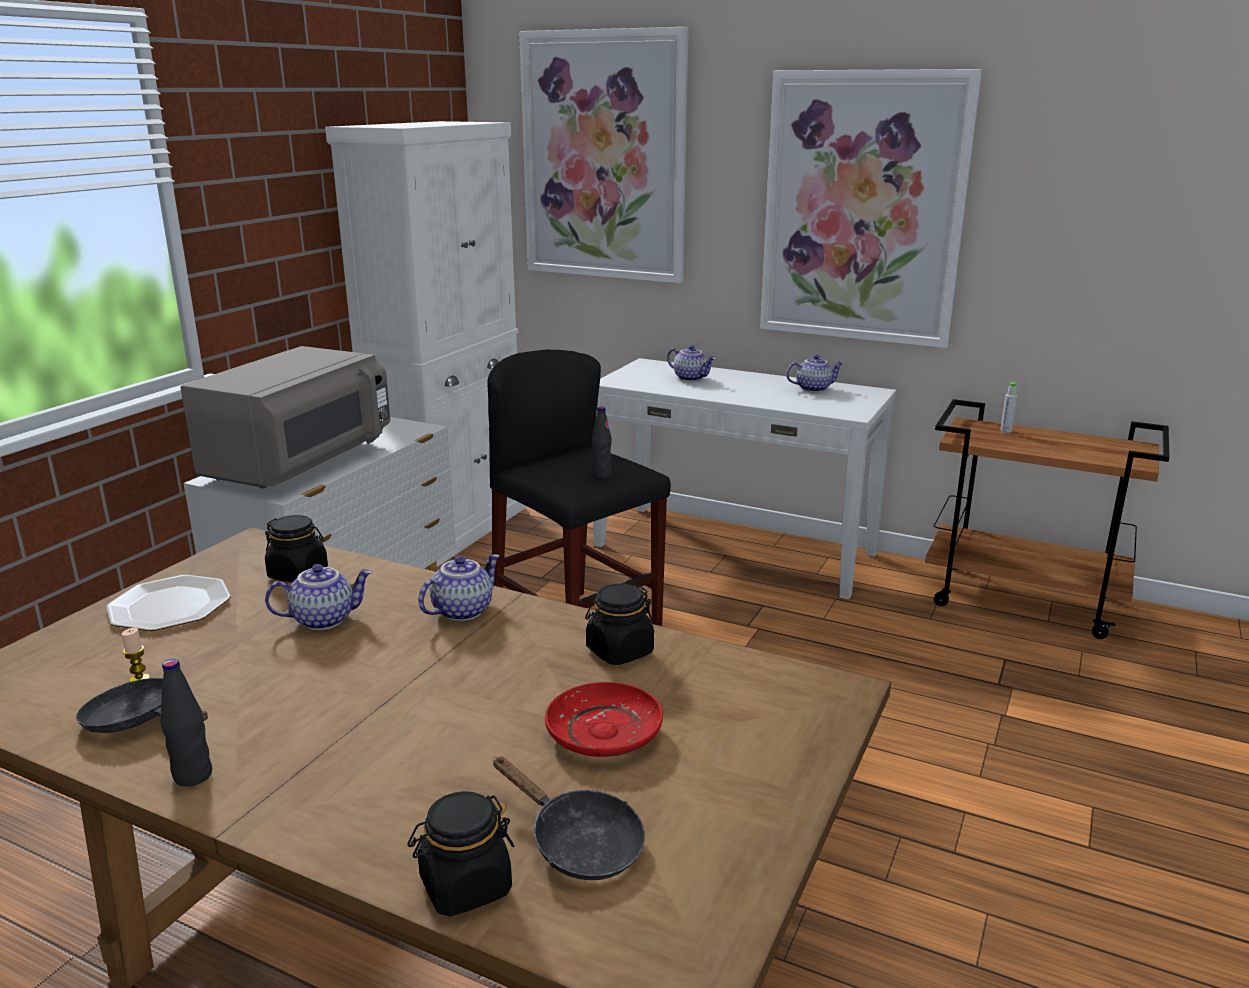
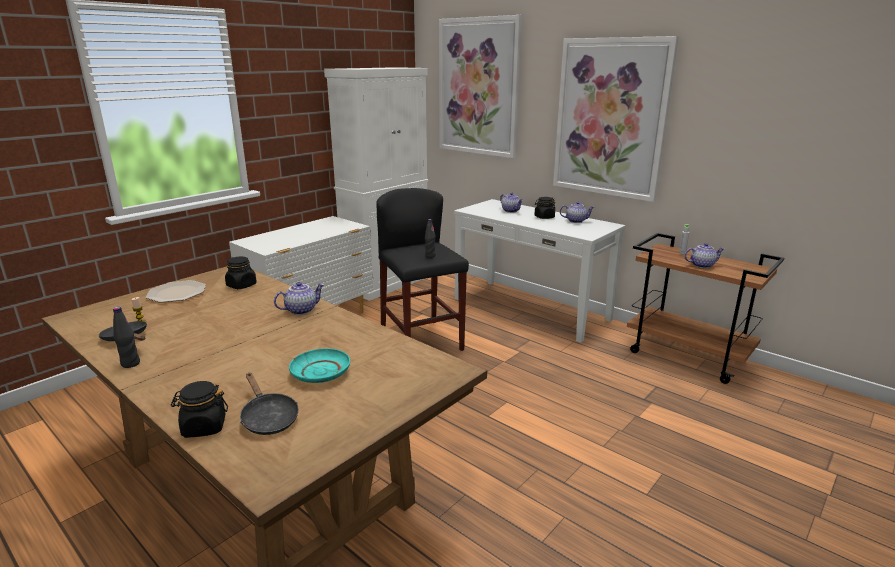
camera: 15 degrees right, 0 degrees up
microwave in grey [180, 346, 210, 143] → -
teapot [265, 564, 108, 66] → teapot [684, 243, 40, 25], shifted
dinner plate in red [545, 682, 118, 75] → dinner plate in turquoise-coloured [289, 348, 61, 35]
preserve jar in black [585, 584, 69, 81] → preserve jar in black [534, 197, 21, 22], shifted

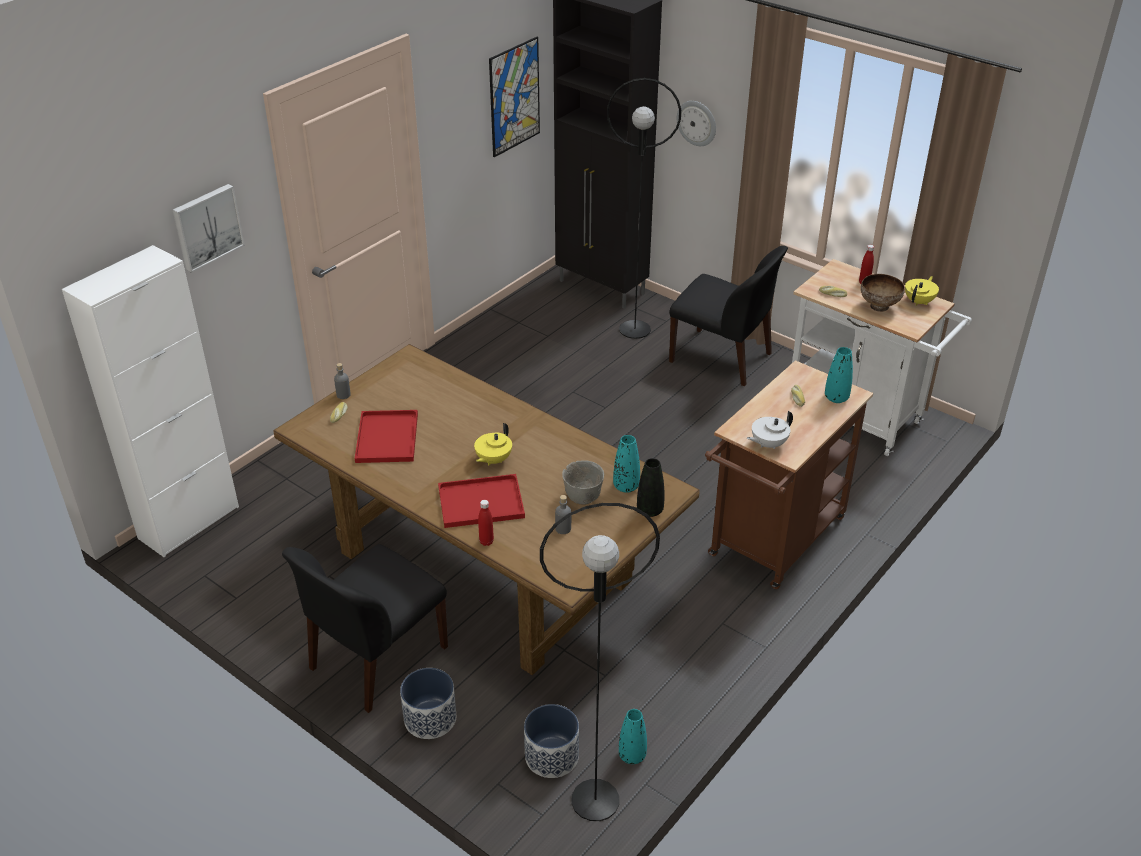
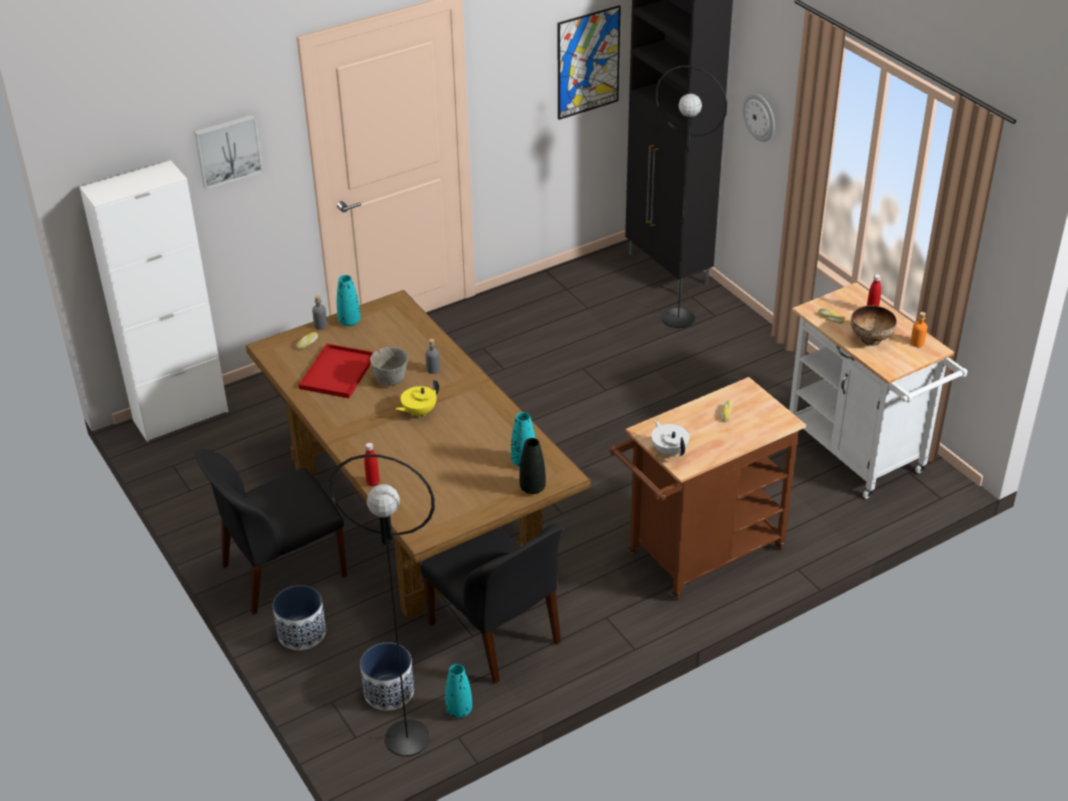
camera: 20 degrees right, 0 degrees up
serving tray in red [438, 474, 87, 54] → -
drink bottle in grey [555, 495, 16, 39] → drink bottle in grey [425, 339, 15, 35], shifted
deep dish in grey [562, 460, 42, 45] → deep dish in grey [370, 347, 38, 39], shifted
upright chair in black [669, 246, 119, 140] → upright chair in black [420, 523, 143, 161], shifted
teapot in white-coloured [747, 411, 46, 38] → teapot in white-coloured [651, 419, 38, 38], 75 degrees clockwise
vase in turquoise-coloured [825, 347, 28, 56] → vase in turquoise-coloured [337, 275, 24, 51], shifted
teapot in yellow-coloured [905, 276, 34, 29] → drink bottle in orange-coloured [910, 312, 17, 35]

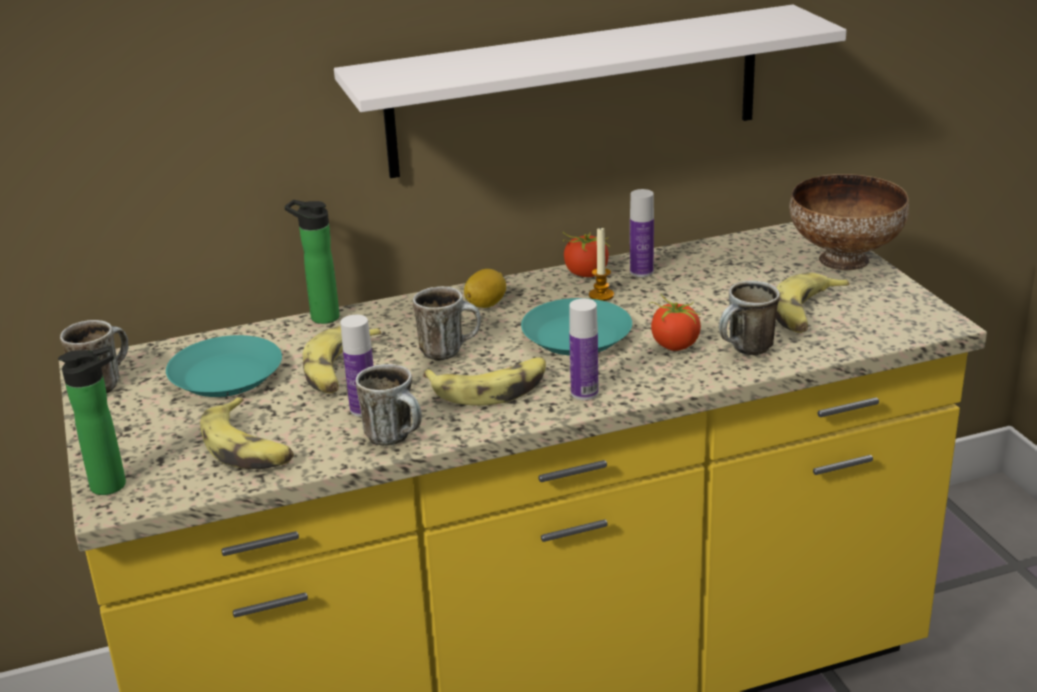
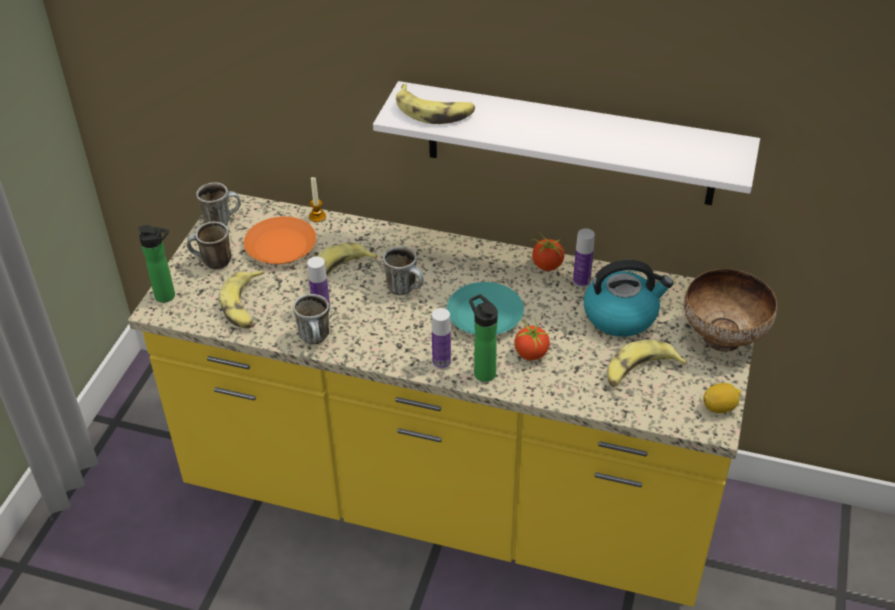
camera: 35 degrees right, 15 degrees up
dinner plate in turquoise-coloured [166, 335, 116, 62] → dinner plate in orange-coloured [244, 216, 72, 48]
drink bottle [285, 200, 55, 124] → drink bottle [469, 294, 29, 88], shifted
banana fruit [423, 357, 123, 49] → banana fruit [396, 84, 79, 40], shifted
lemon [464, 269, 42, 39] → lemon [703, 383, 38, 30], shifted
wax candle [589, 226, 25, 75] → wax candle [309, 177, 17, 45], shifted
tea mug [719, 281, 61, 74] → tea mug [187, 222, 44, 48], shifted
- → water kettle [584, 260, 89, 77]

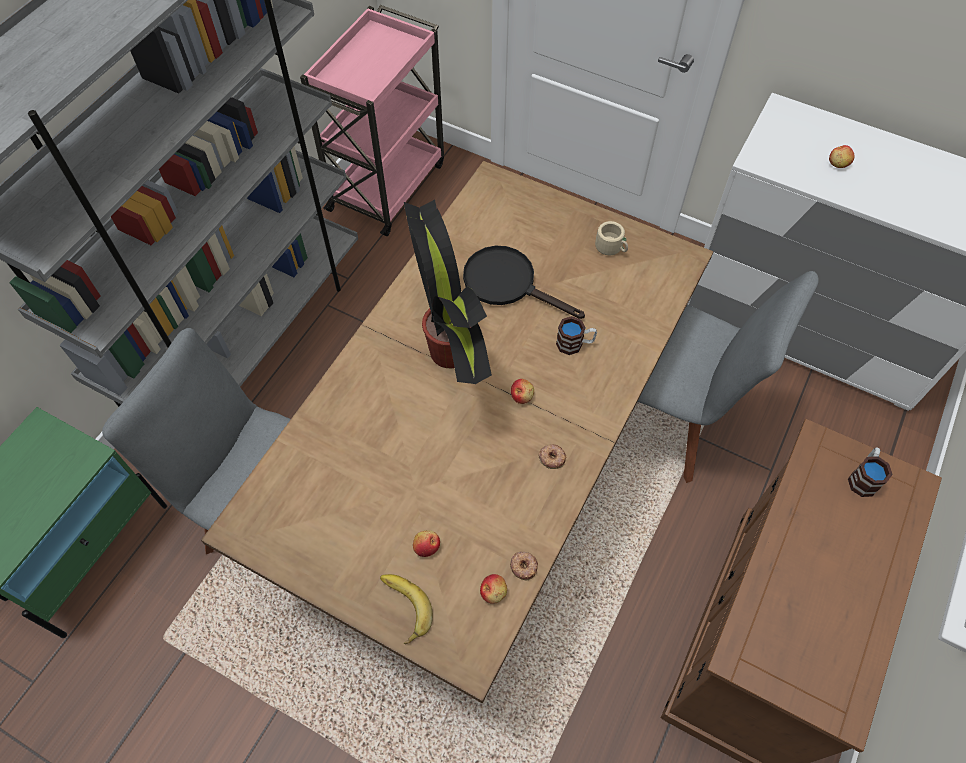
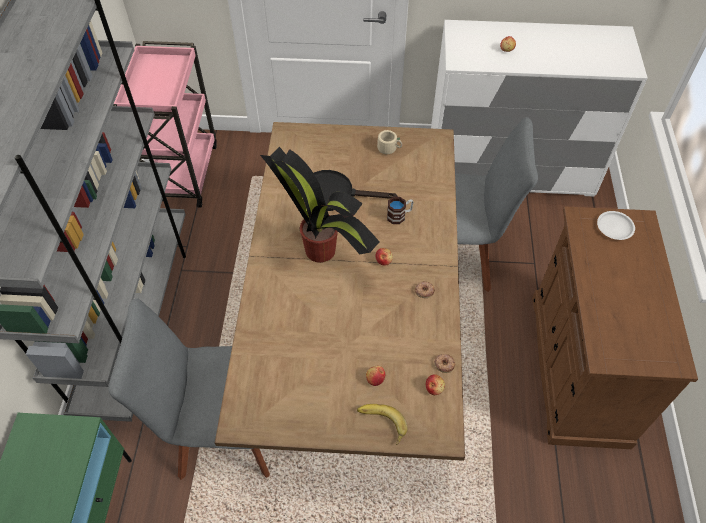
camera: 25 degrees left, 5 degrees down
tea mug [848, 447, 45, 50] → dinner plate in white-coloured [597, 211, 38, 29]

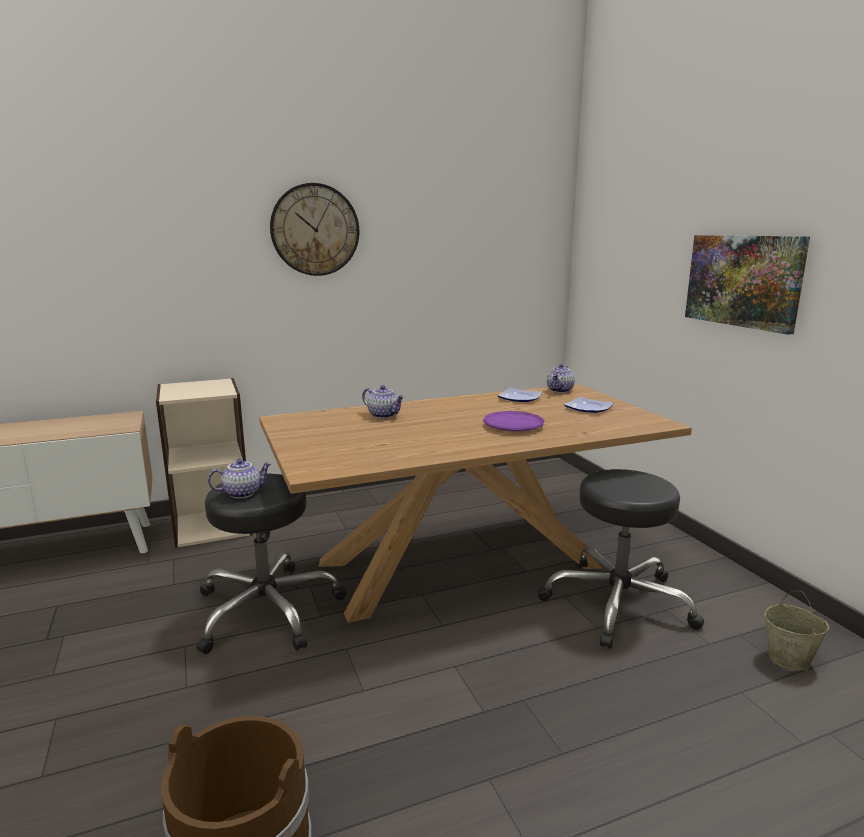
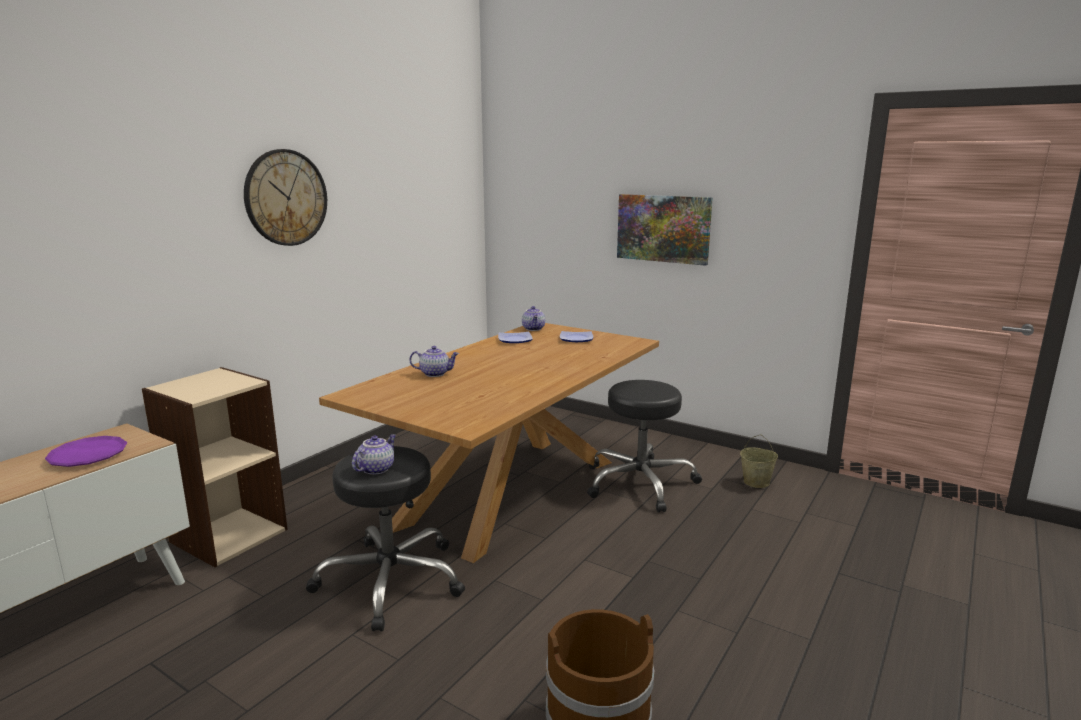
camera: 35 degrees left, 0 degrees up
dinner plate in purple-coloured [483, 411, 62, 21] → dinner plate in purple-coloured [45, 436, 82, 31], shifted

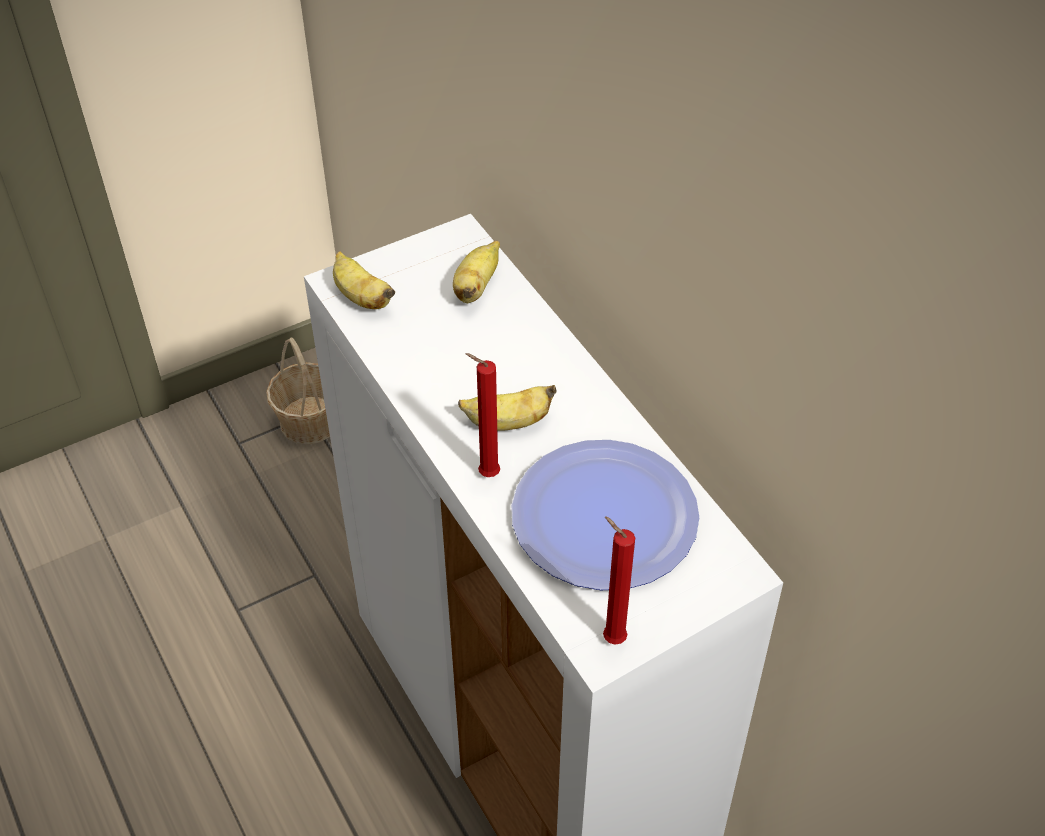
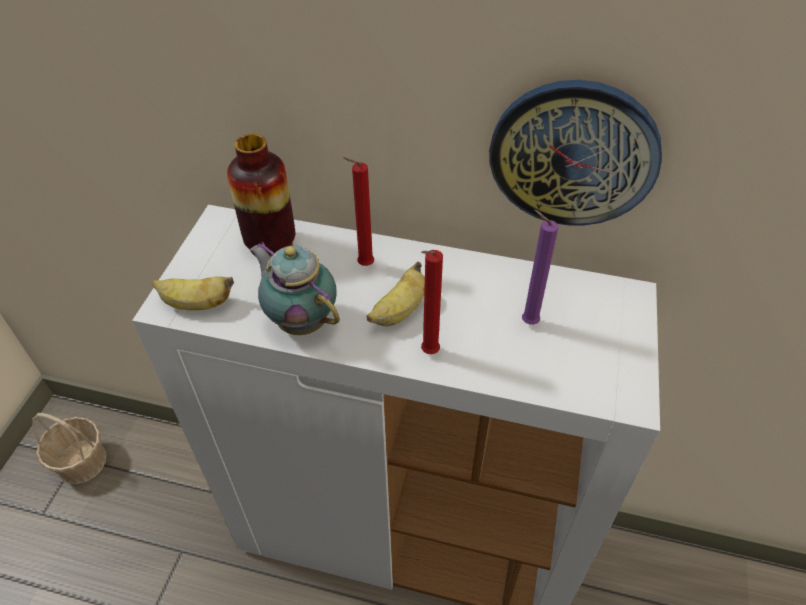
camera: 45 degrees left, 0 degrees up
banana fruit [453, 240, 47, 63] → vase [227, 134, 68, 123]
dinner plate [511, 440, 189, 150] → wax candle in purple-coloured [522, 210, 36, 115]
wax candle in red [603, 516, 32, 129] → wax candle in red [343, 157, 31, 109], shifted
- → teapot [250, 242, 90, 93]
- → clock on the wall [489, 80, 173, 146]

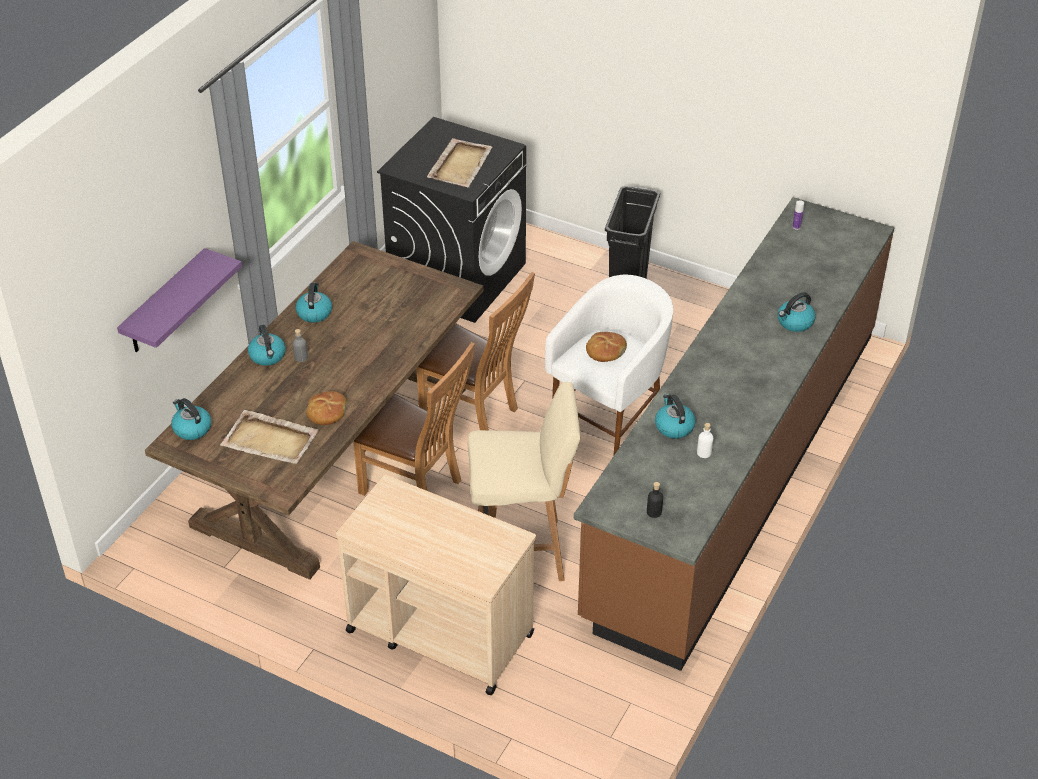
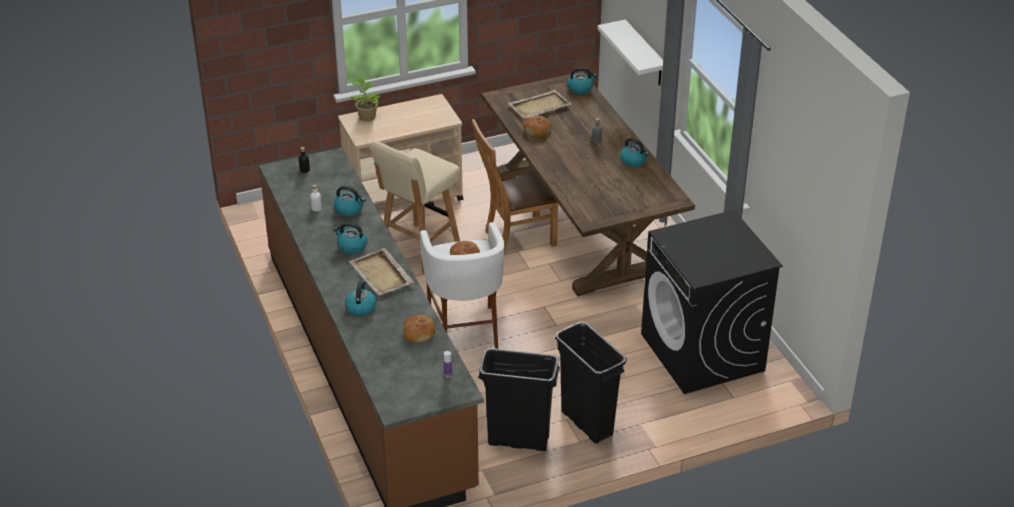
camera: 130 degrees right, 5 degrees down
shelf in purple-coloured [117, 248, 125, 104] → shelf in white-coloured [598, 20, 65, 66]
water kettle [248, 325, 38, 41] → water kettle [334, 222, 33, 31], shifted
upright chair in brownish [416, 272, 119, 158] → -
serving tray in sand-coloured [427, 138, 65, 49] → serving tray in sand-coloured [349, 248, 65, 47], shifted
- → plant in a pot [350, 76, 31, 46]
- → bakery bread [403, 315, 32, 28]
- → waste bin in black [478, 348, 82, 103]

